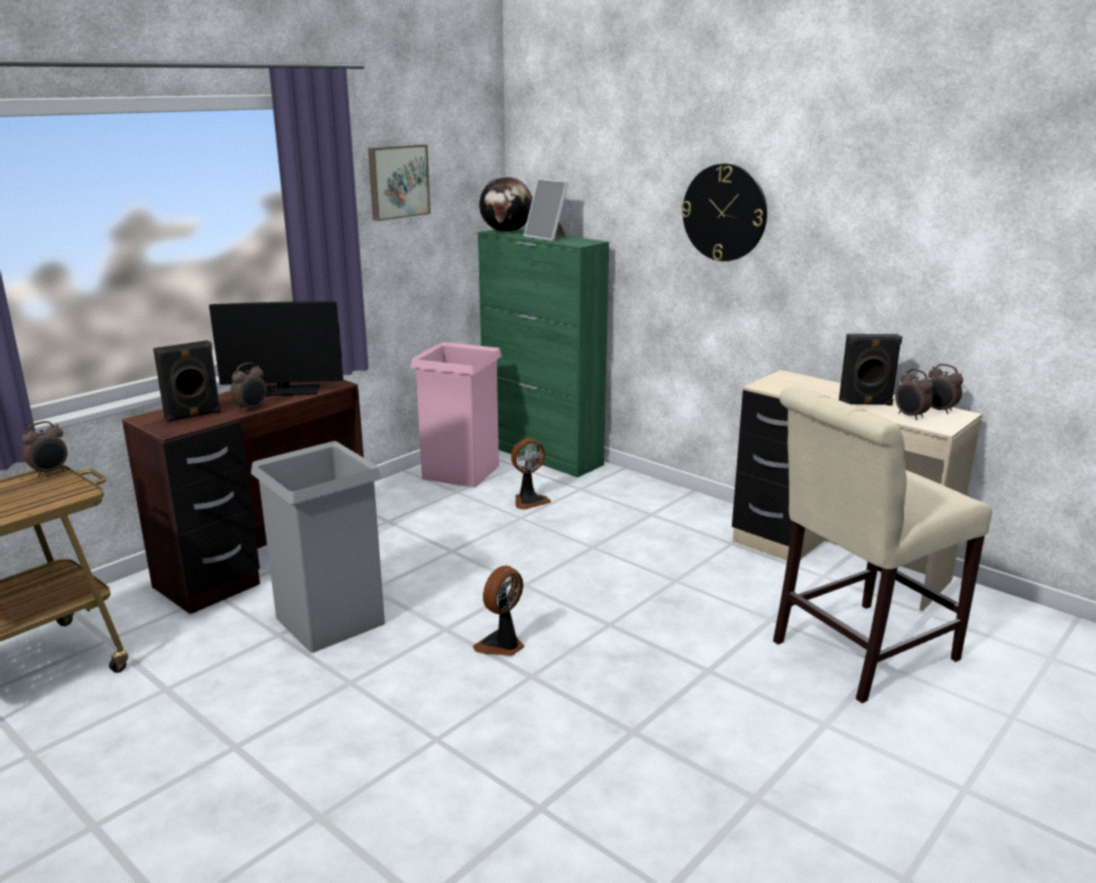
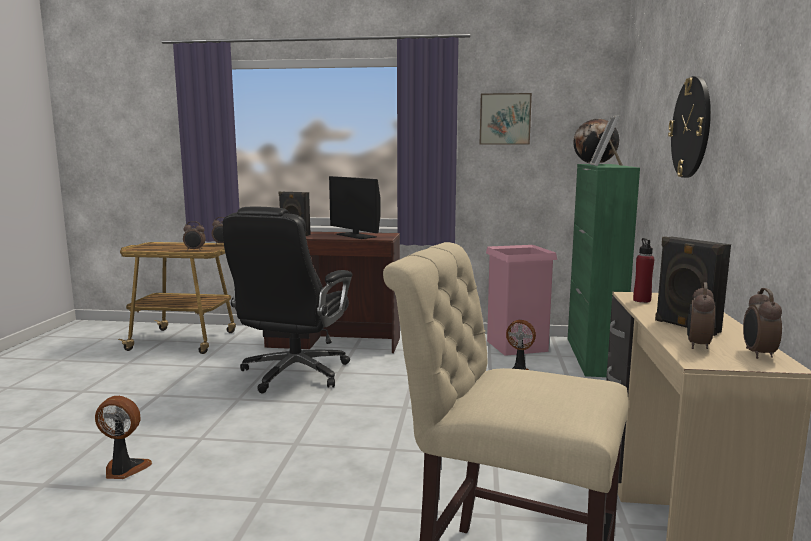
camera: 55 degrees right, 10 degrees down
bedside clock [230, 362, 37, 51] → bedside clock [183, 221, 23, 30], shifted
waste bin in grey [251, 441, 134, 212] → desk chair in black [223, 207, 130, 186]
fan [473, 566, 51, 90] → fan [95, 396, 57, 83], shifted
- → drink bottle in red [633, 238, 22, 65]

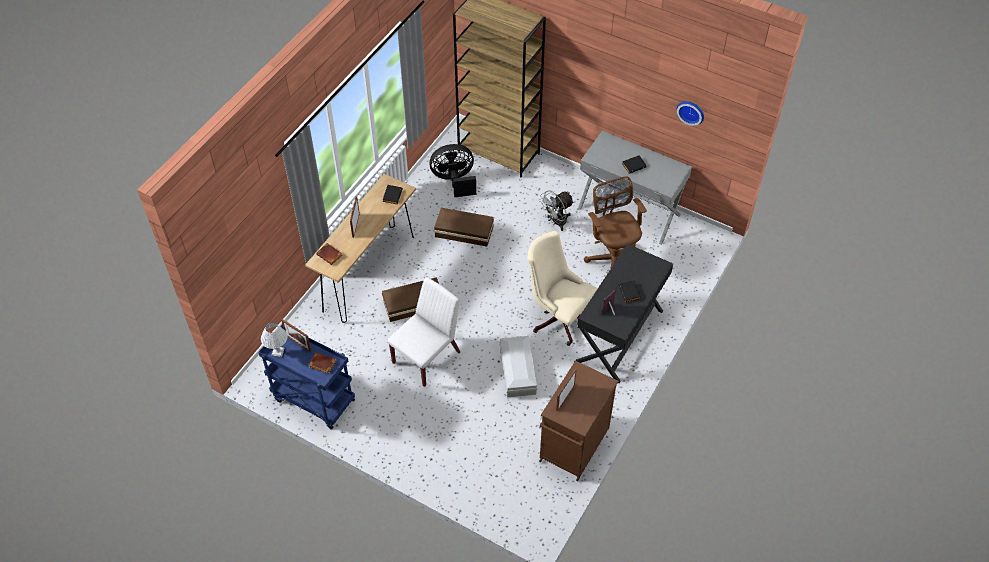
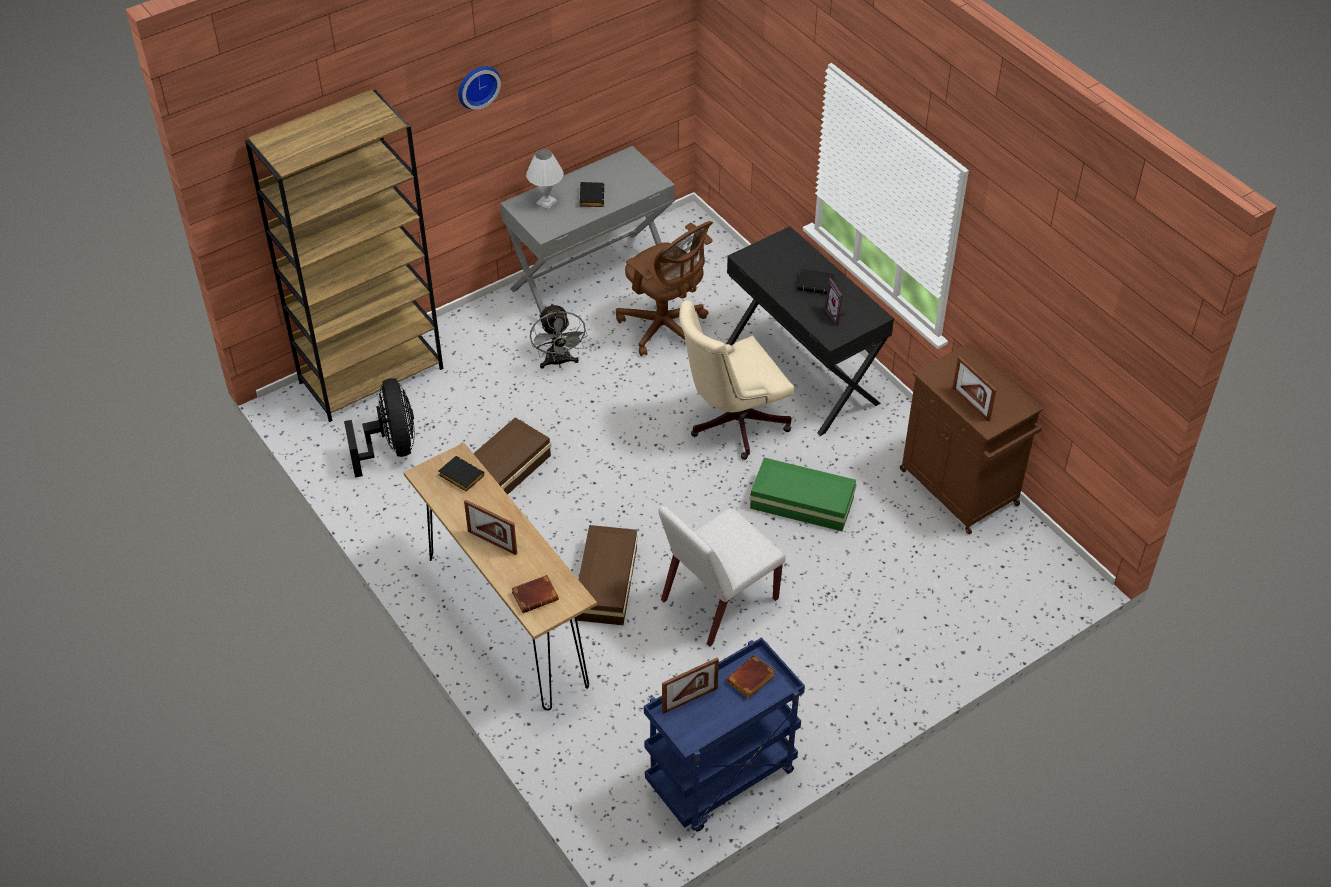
camera: 65 degrees left, 5 degrees down
lamp for a table in white-coloured [261, 323, 26, 34] → lamp for a table in white-coloured [526, 149, 38, 60], shifted
upright chair in white-coloured [387, 277, 73, 110] → upright chair in white-coloured [659, 505, 126, 142], 105 degrees counterclockwise
fan in black [430, 144, 46, 53] → fan in black [344, 378, 71, 100], 150 degrees clockwise
storage bin in white-coloured [499, 336, 38, 62] → storage bin in greenish [749, 458, 108, 73]
desk chair in brownish [584, 176, 63, 92] → desk chair in brownish [616, 221, 97, 135], 135 degrees counterclockwise
clock on the wall [676, 101, 28, 25] → clock on the wall [458, 66, 43, 44], shifted

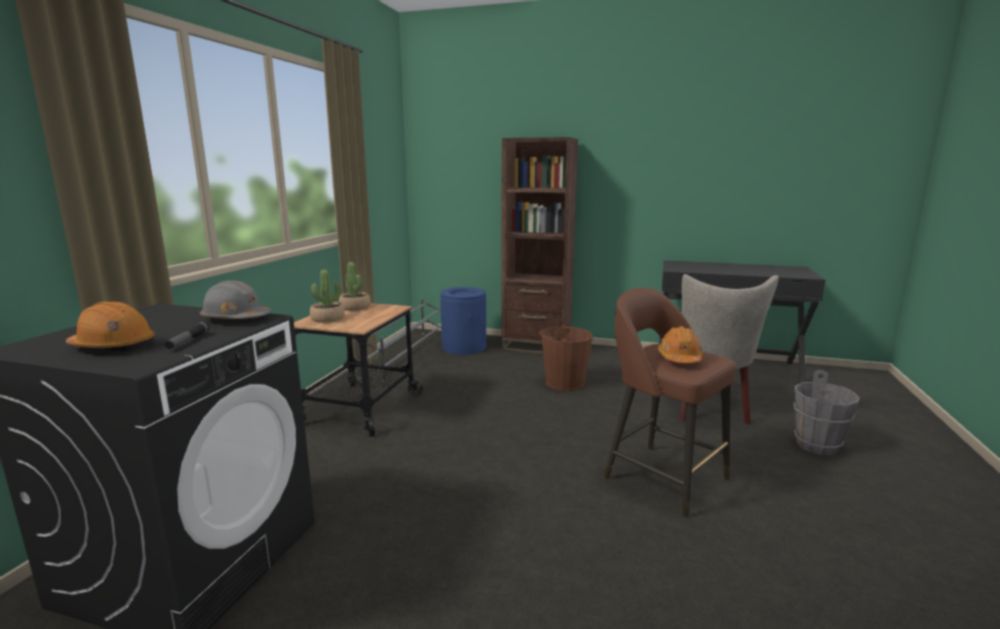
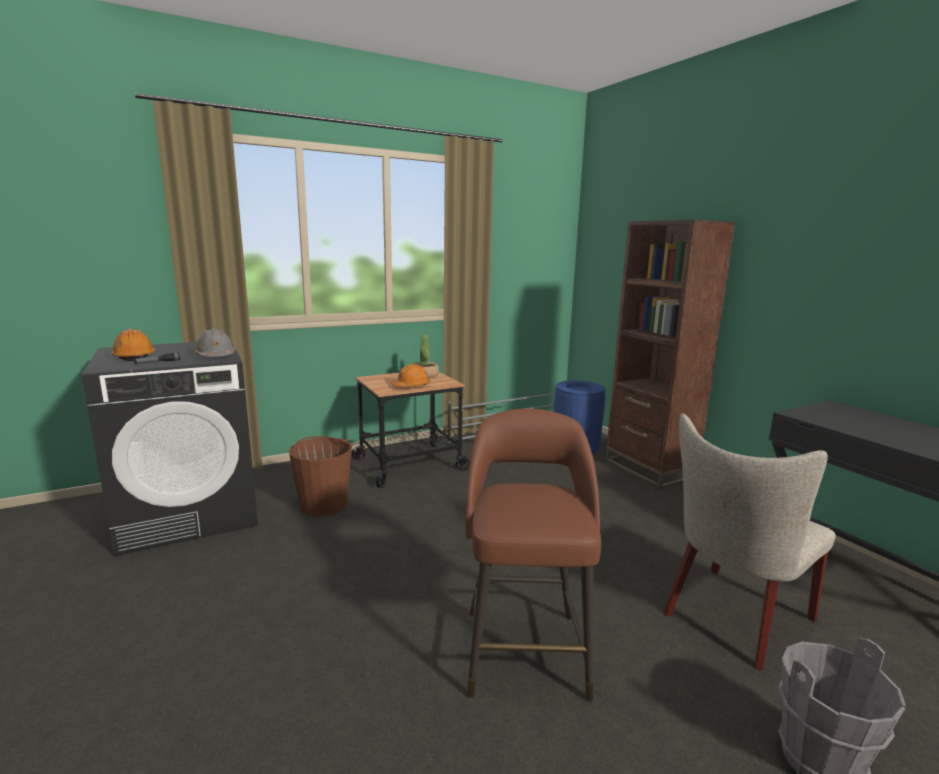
camera: 45 degrees right, 0 degrees up
plant in a pot [310, 270, 35, 53] → -
bucket in brownish [539, 324, 54, 67] → bucket in brownish [289, 436, 63, 80], shifted
hard hat in orange-coloured [658, 326, 45, 37] → hard hat in orange-coloured [392, 364, 38, 23], shifted

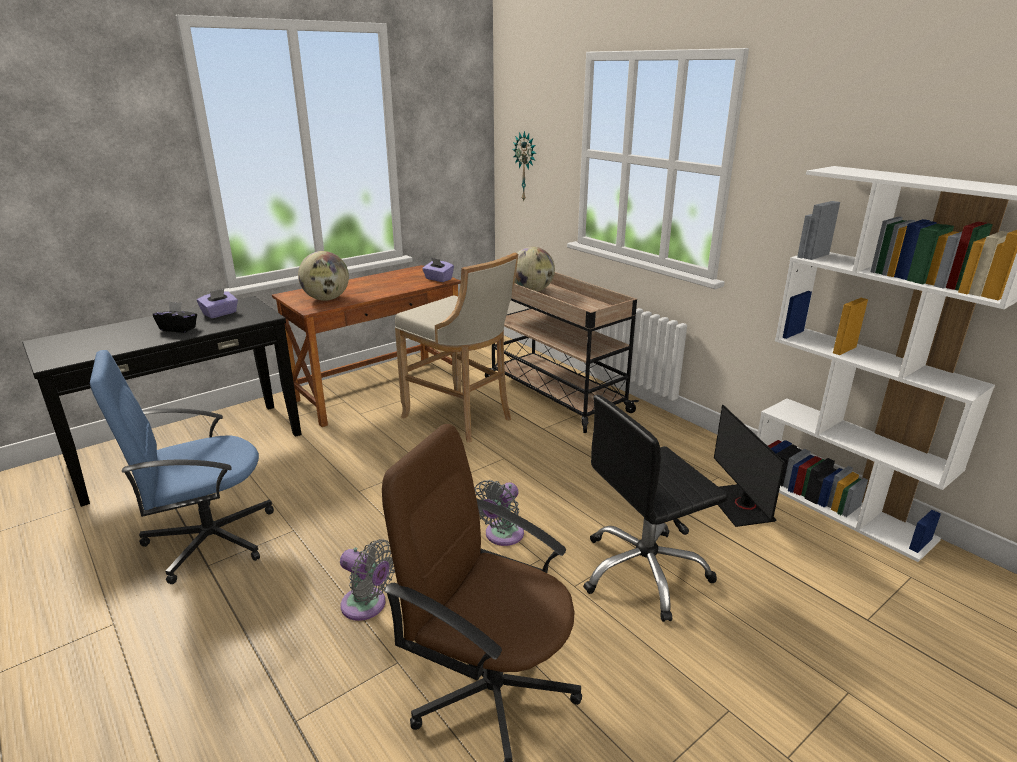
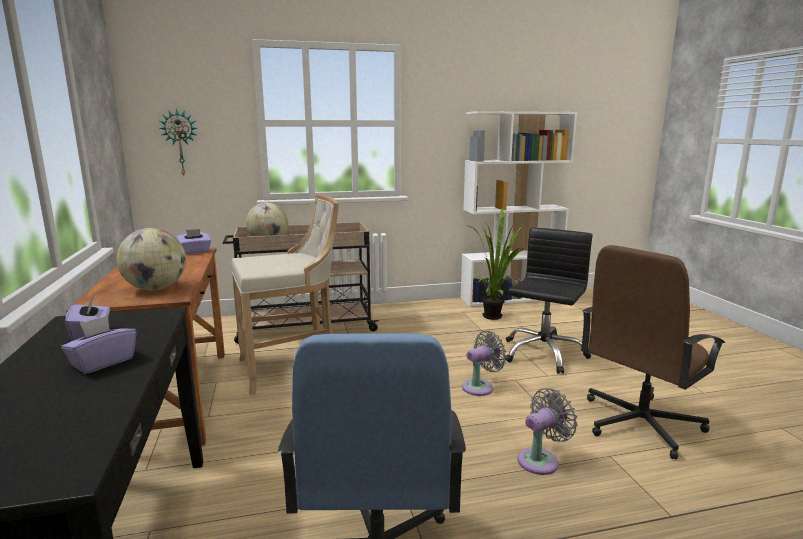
camera: 65 degrees left, 10 degrees down
tissue holder in black [153, 301, 44, 32] → tissue holder in purple-coloured [61, 316, 75, 58]
fan in grey [474, 480, 50, 66] → fan in grey [462, 331, 45, 65], 90 degrees counterclockwise
desk chair in black [583, 395, 145, 227] → desk chair in black [505, 227, 87, 147], 150 degrees counterclockwise
monitor [714, 405, 71, 122] → plant in a pot [466, 209, 58, 111]

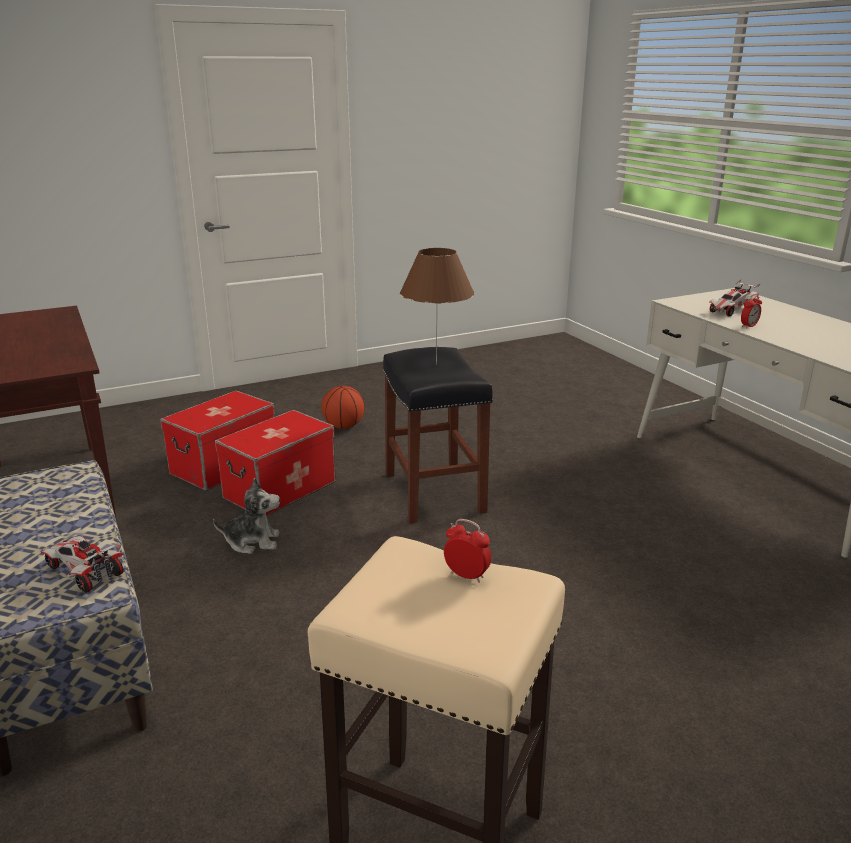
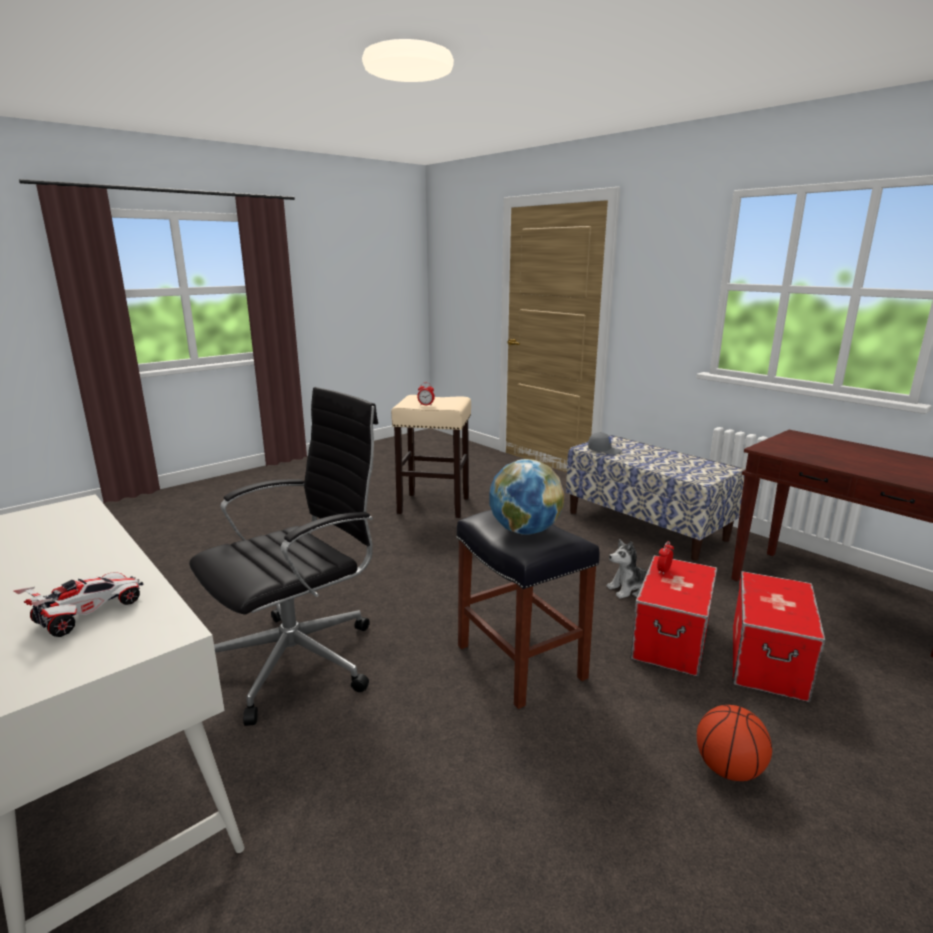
camera: 165 degrees right, 5 degrees down
miniature car [41, 536, 82, 57] → cap in grey [588, 432, 34, 23]
lamp for a table in brownish [400, 248, 74, 117] → world globe [489, 459, 75, 76]
bedside clock [741, 294, 21, 34] → bedside clock [657, 541, 17, 34], shifted
- → desk chair in black [189, 387, 189, 339]

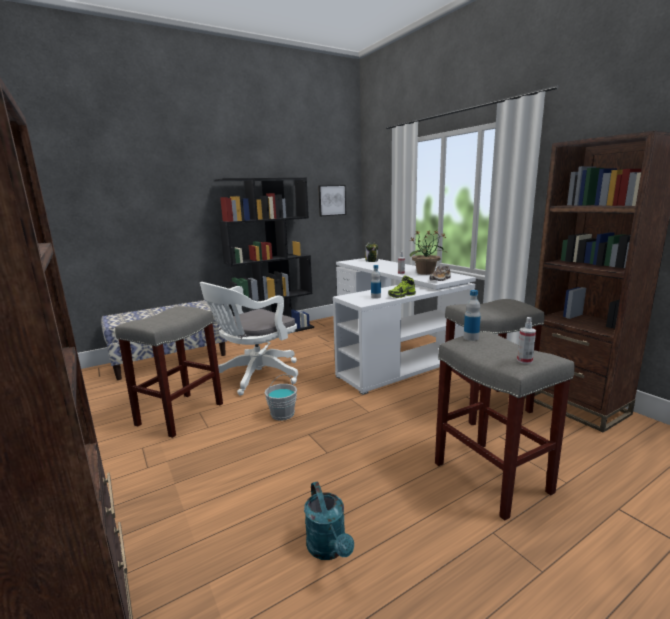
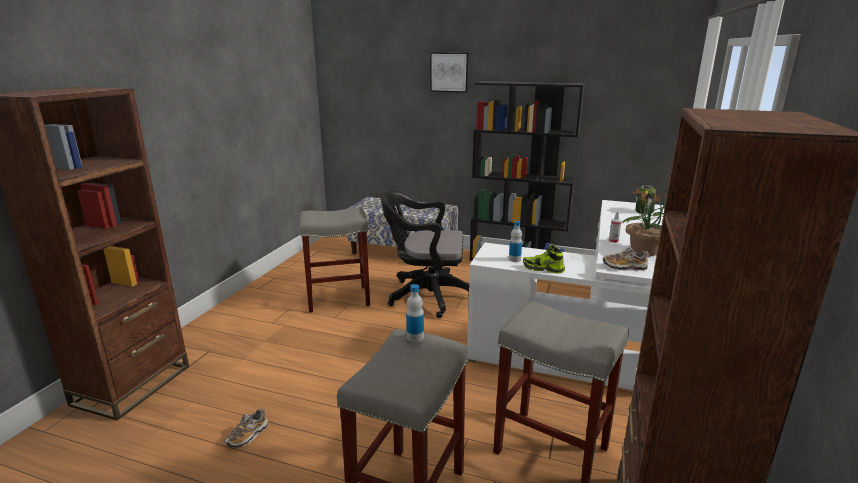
camera: 50 degrees right, 5 degrees up
desk chair in white-coloured [200, 282, 98, 114] → desk chair in black [380, 190, 89, 128]
bucket in grey [265, 374, 32, 47] → -
watering can in turquoise-coloured [304, 482, 50, 78] → item of footwear [224, 408, 45, 40]
wall art [318, 185, 28, 31] → wall art [430, 53, 39, 40], shifted
hand sprayer [517, 317, 19, 47] → -

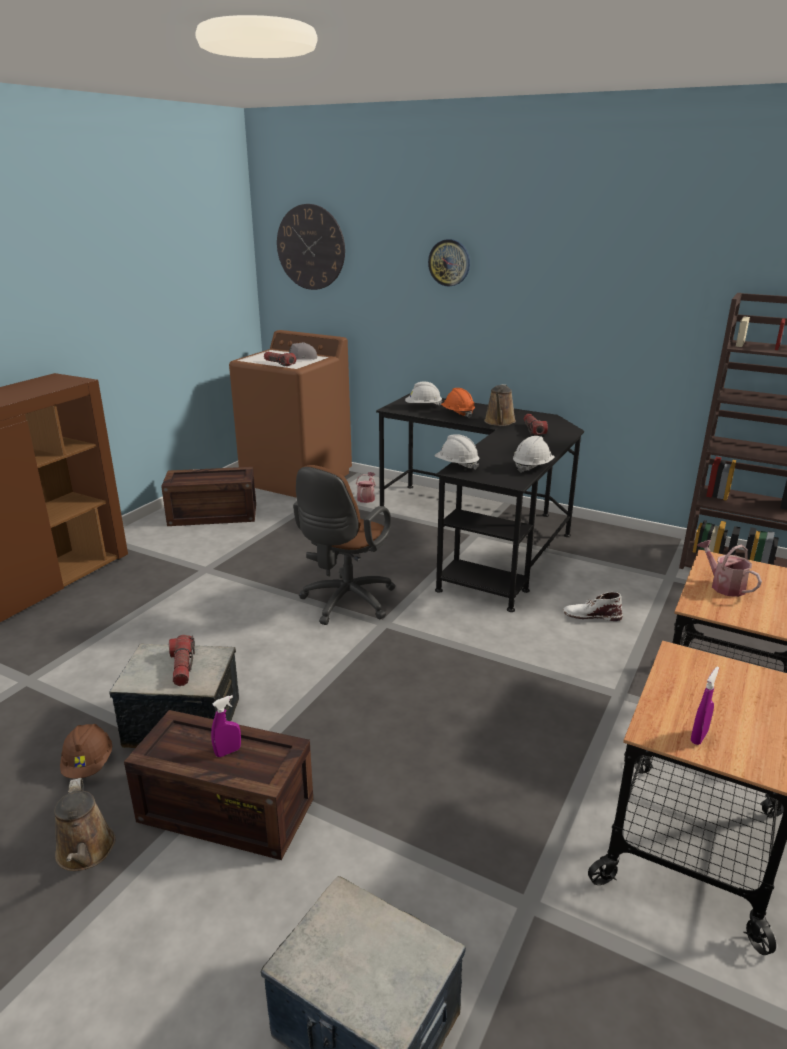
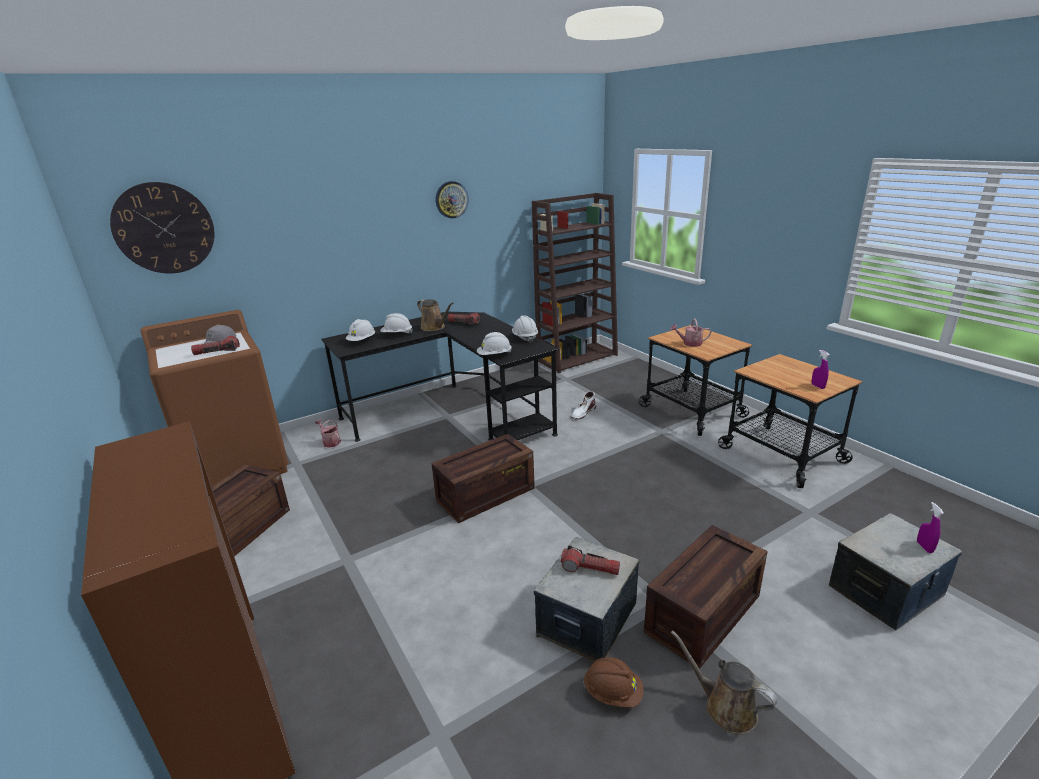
camera: 60 degrees left, 0 degrees up
watering can in brownish [54, 778, 61, 93] → watering can in brownish [671, 630, 106, 104], 150 degrees counterclockwise
hand sprayer in purple-coloured [211, 695, 30, 62] → hand sprayer in purple-coloured [917, 502, 27, 51], shifted
desk chair in brownish [293, 465, 103, 160] → crate [431, 434, 104, 89]
clock on the wall [428, 239, 42, 48] → clock on the wall [436, 181, 33, 37], shifted
hard hat in orange-coloured [441, 388, 34, 30] → hard hat in white-coloured [380, 313, 33, 21]

